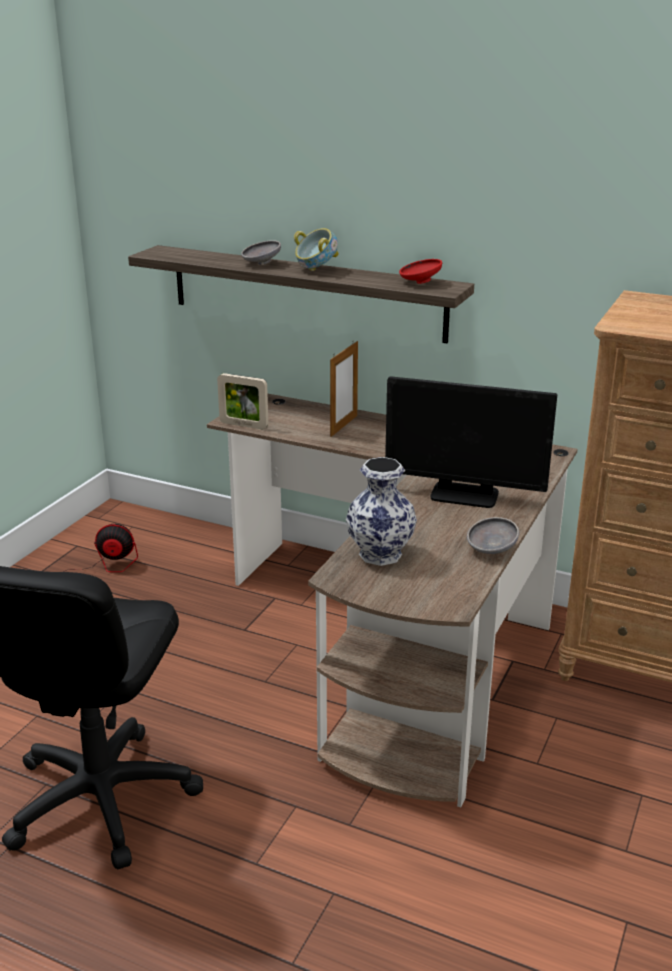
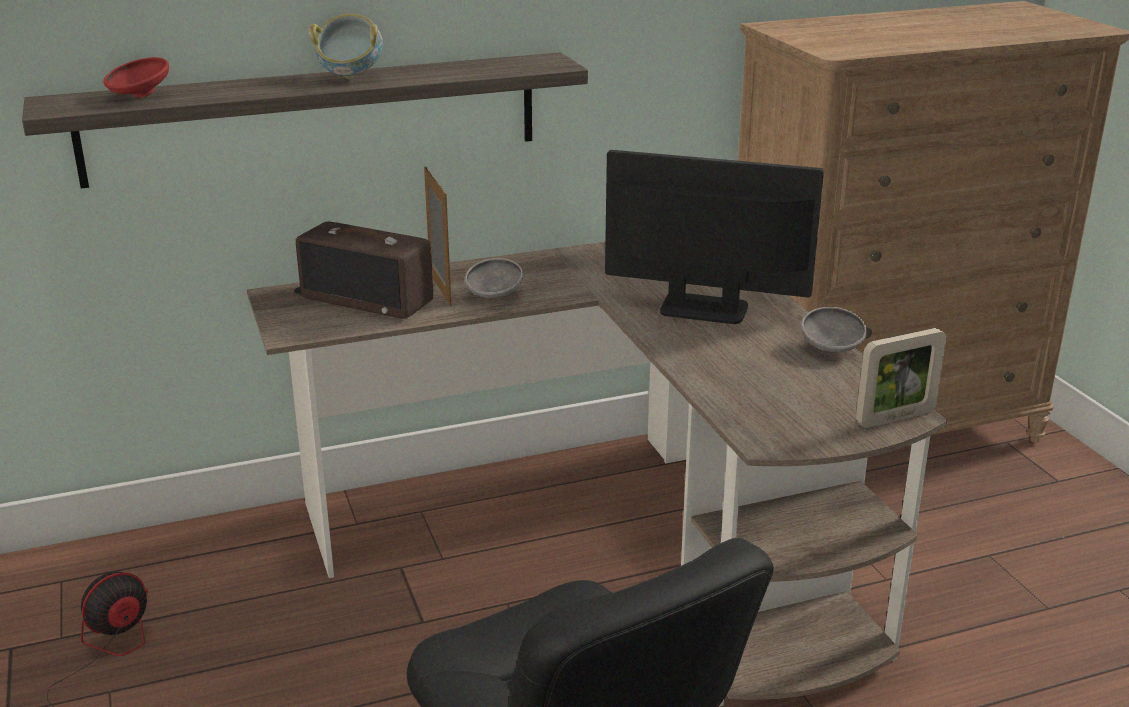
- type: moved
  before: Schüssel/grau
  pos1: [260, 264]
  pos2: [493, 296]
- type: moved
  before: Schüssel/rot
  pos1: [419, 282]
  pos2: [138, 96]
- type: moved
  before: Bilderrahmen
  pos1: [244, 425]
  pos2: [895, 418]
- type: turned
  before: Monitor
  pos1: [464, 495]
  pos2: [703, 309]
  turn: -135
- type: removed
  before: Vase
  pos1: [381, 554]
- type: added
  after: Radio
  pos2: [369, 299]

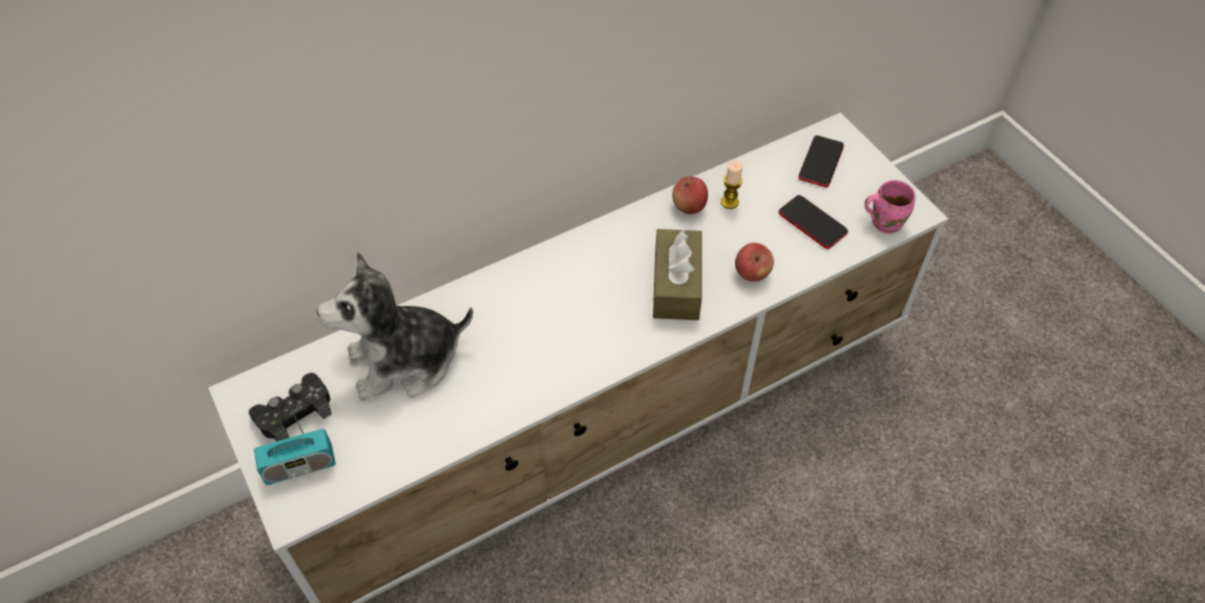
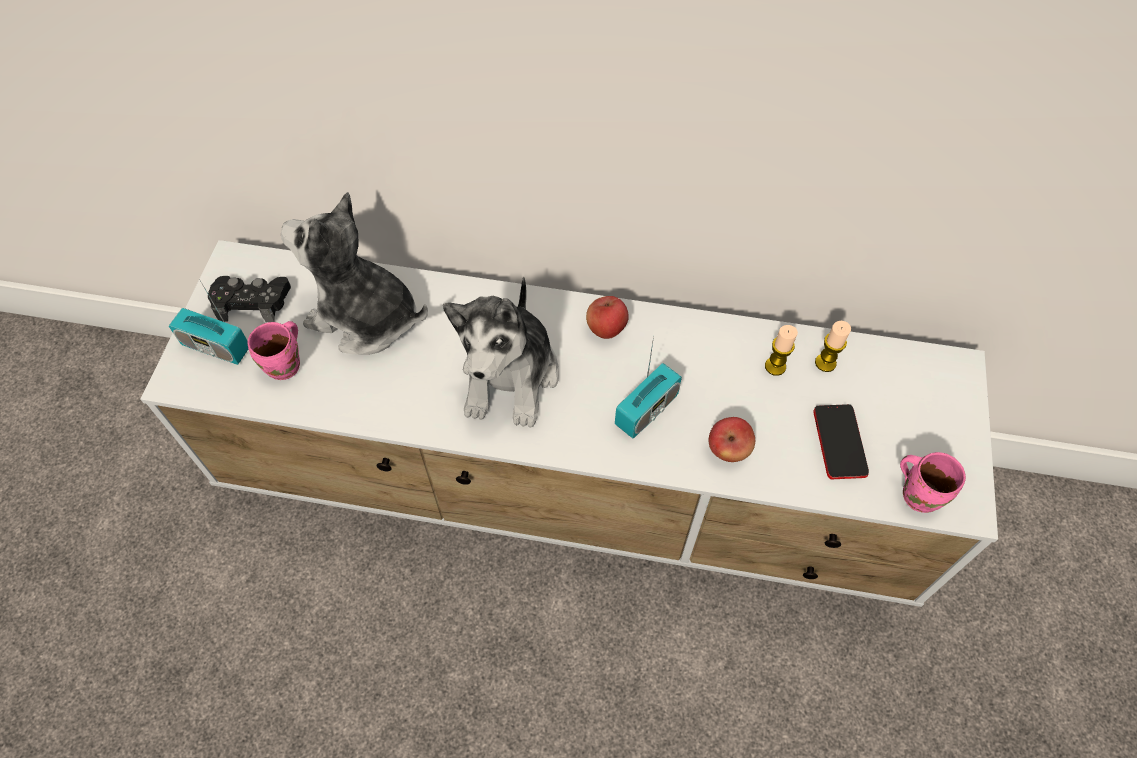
- type: removed
  before: Handy
  pos1: [821, 162]
- type: moved
  before: Apfel
  pos1: [689, 206]
  pos2: [606, 328]
- type: replaced
  before: Taschentuchbox/braun
  after: Radio
  pos1: [676, 285]
  pos2: [646, 410]
- type: added
  after: Plüschtier
  pos2: [511, 376]
- type: added
  after: Henkelbecher/rosa
  pos2: [287, 365]
- type: added
  after: Kerze
  pos2: [825, 363]

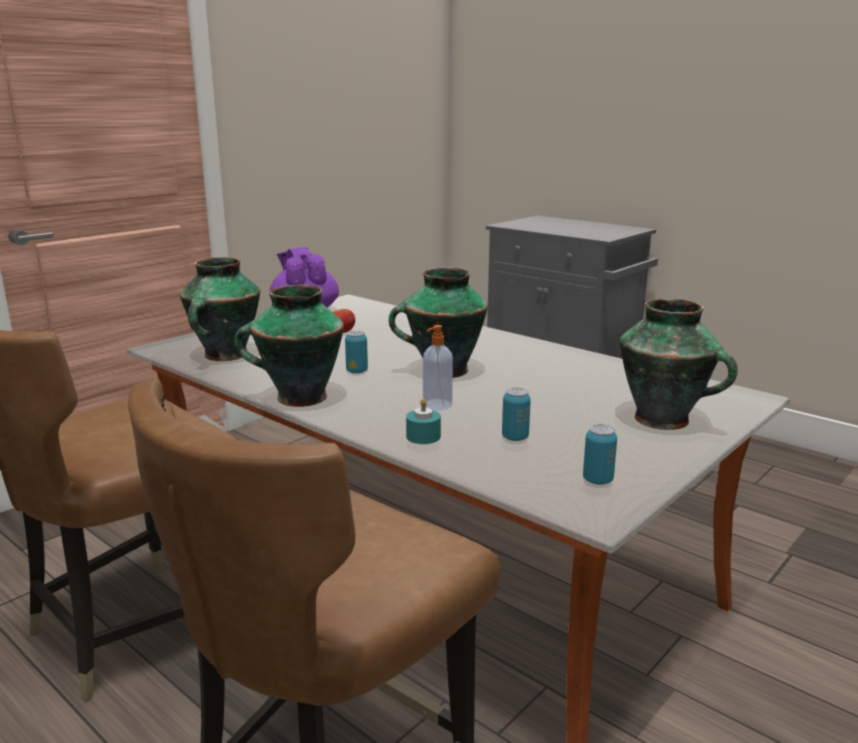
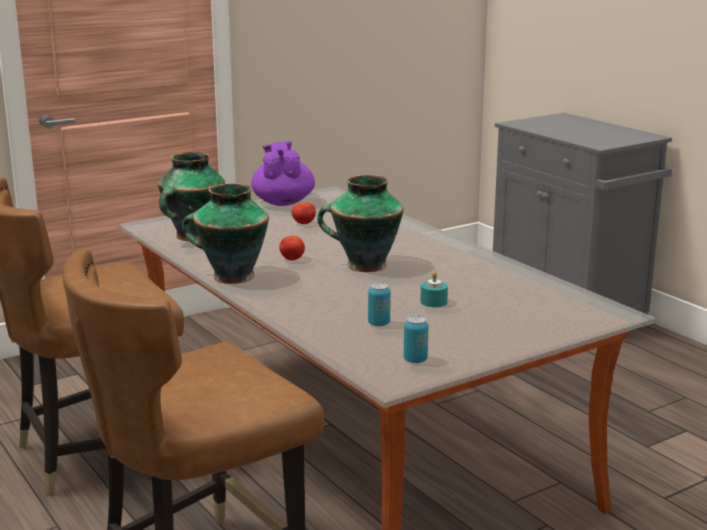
- type: removed
  before: Vase
  pos1: [664, 420]
- type: removed
  before: Seifenspender
  pos1: [436, 405]
- type: replaced
  before: Dose
  after: Tomate
  pos1: [357, 371]
  pos2: [292, 259]
- type: moved
  before: Kerze/türkis
  pos1: [423, 436]
  pos2: [433, 302]

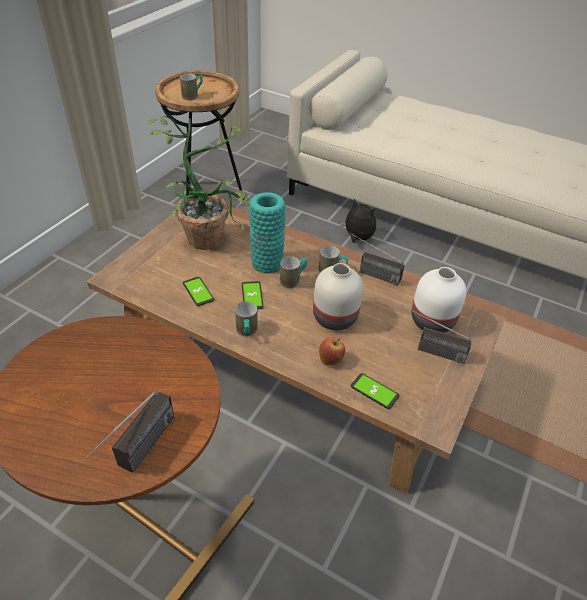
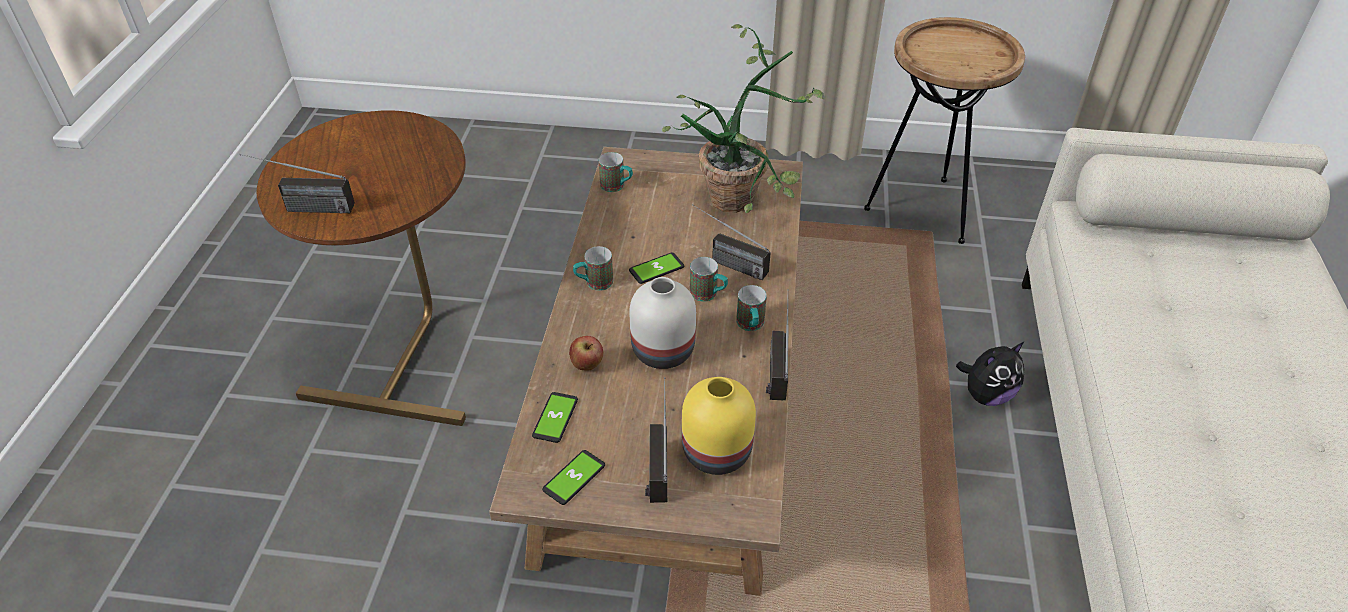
- type: moved
  before: Henkelbecher
  pos1: [193, 96]
  pos2: [617, 186]
- type: replaced
  before: Vase/türkis
  after: Radio
  pos1: [267, 263]
  pos2: [725, 262]
- type: turned
  before: Plüschtier
  pos1: [357, 238]
  pos2: [986, 395]
  turn: 45
- type: recoloured
  before: Vase/weiß
  after: Vase/gelb
  pos1: [432, 322]
  pos2: [714, 453]
- type: moved
  before: Handy
  pos1: [198, 292]
  pos2: [574, 478]

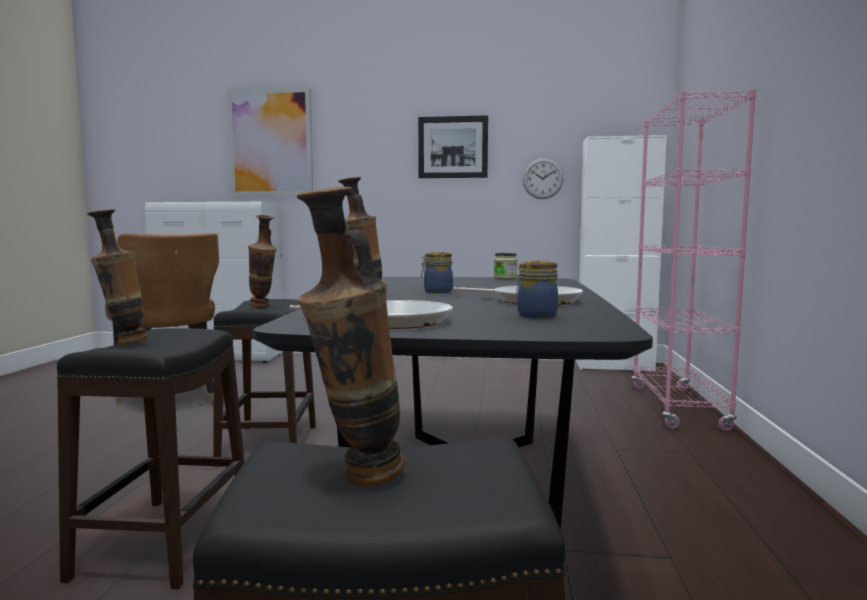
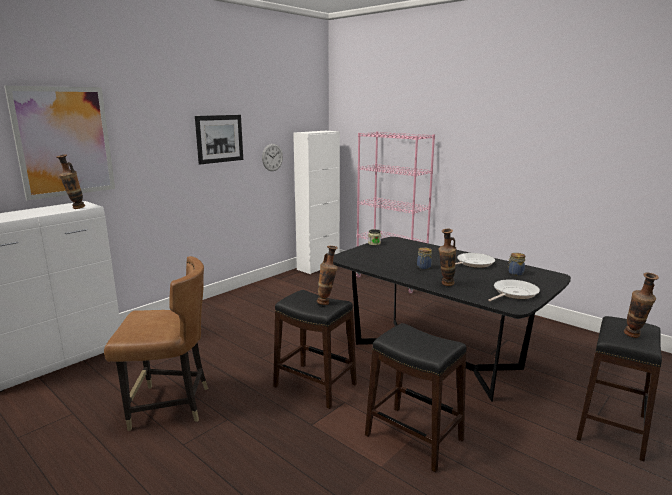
- type: moved
  before: Vase
  pos1: [123, 343]
  pos2: [75, 208]

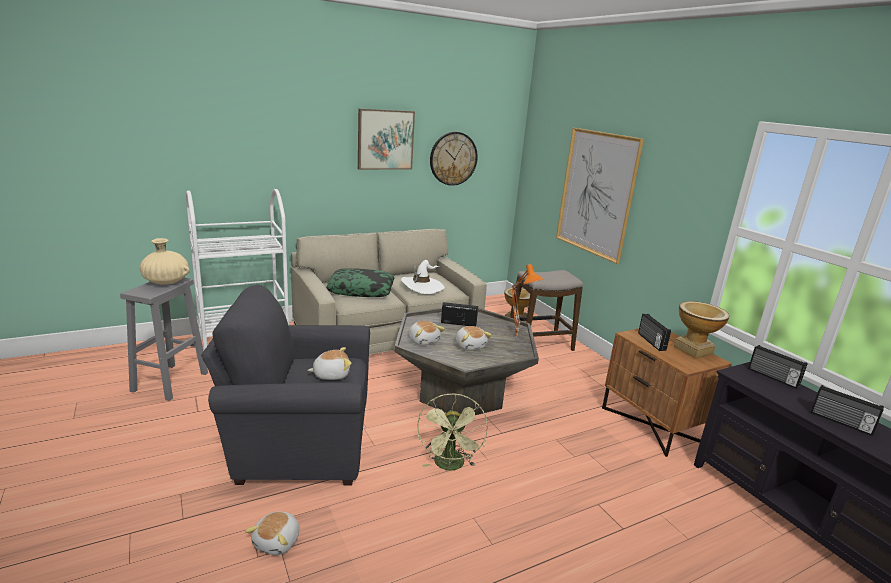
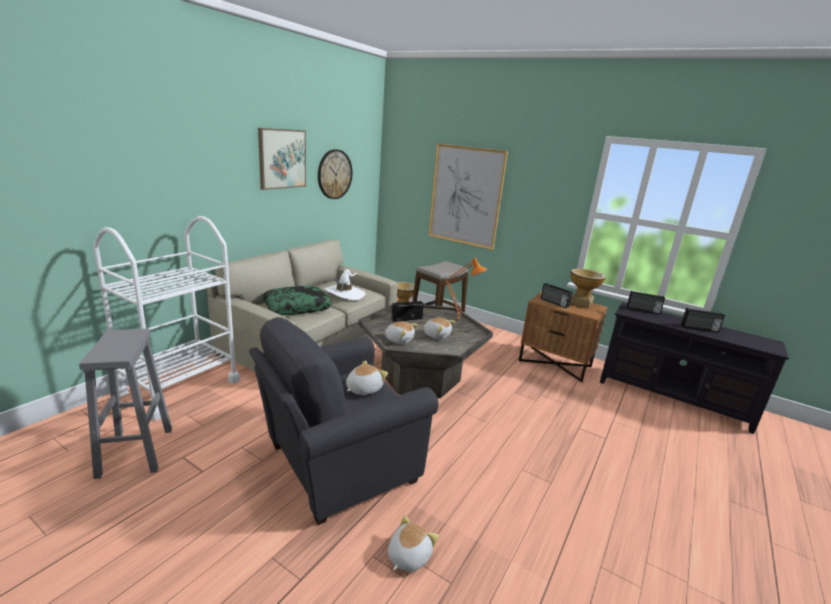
- type: removed
  before: Vase/beige
  pos1: [166, 282]
- type: removed
  before: Ventilator/grün
  pos1: [450, 466]
- type: turned
  before: Plüschtier
  pos1: [277, 541]
  pos2: [408, 556]
  turn: -135

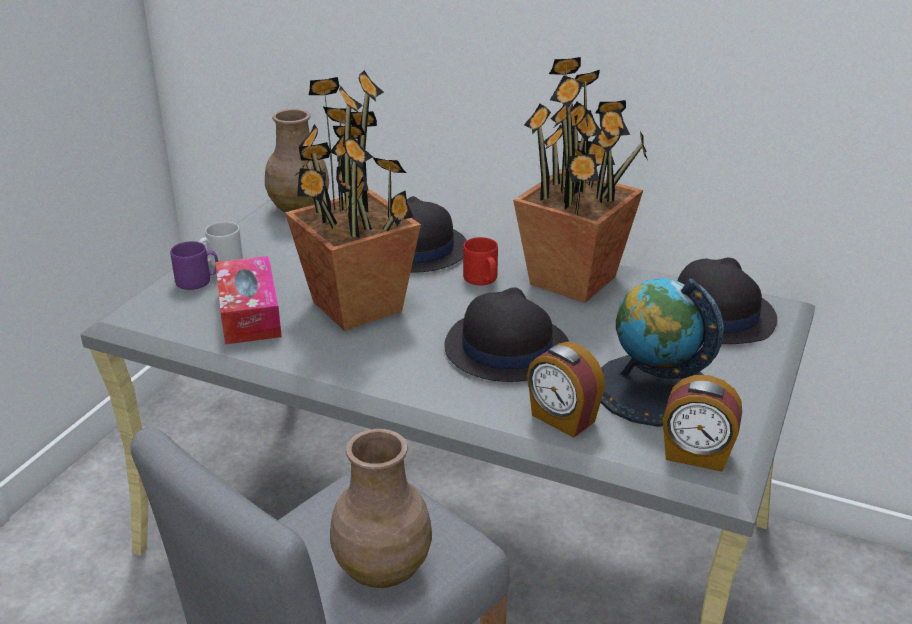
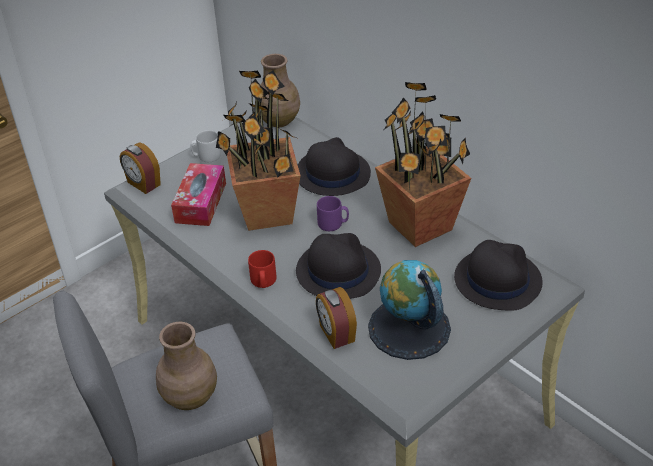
- type: moved
  before: Henkelbecher/rot
  pos1: [482, 280]
  pos2: [263, 282]
- type: moved
  before: Henkelbecher/lila
  pos1: [198, 281]
  pos2: [333, 224]
- type: moved
  before: Wecker
  pos1: [696, 455]
  pos2: [143, 184]

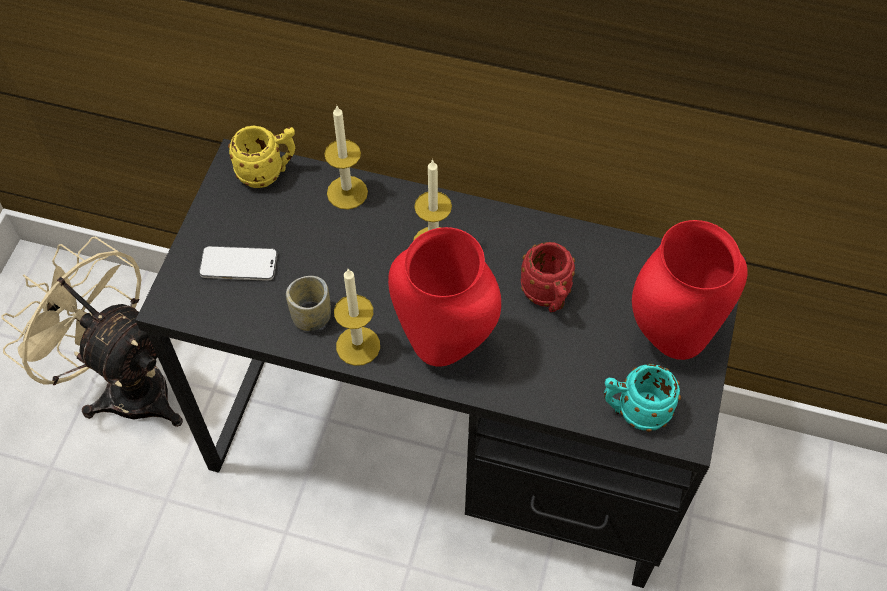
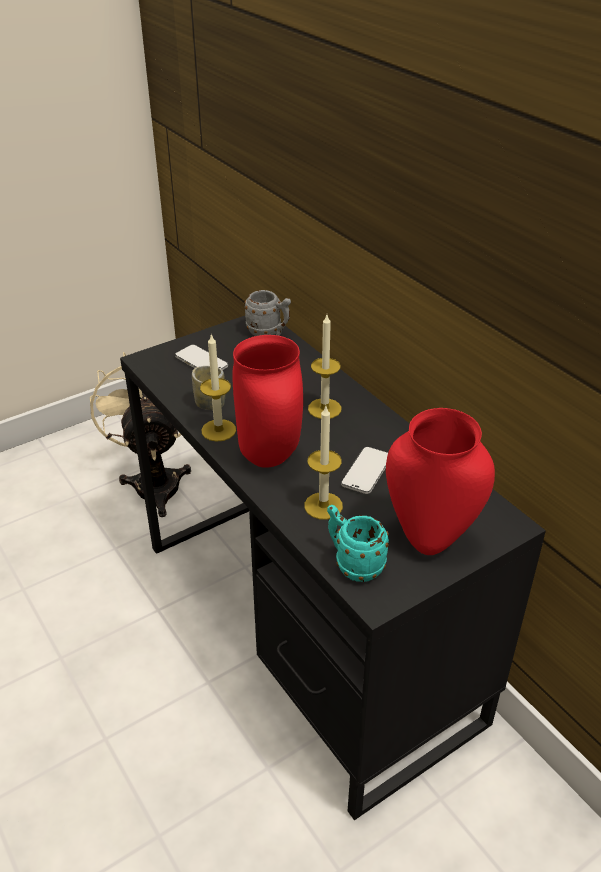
- type: moved
  before: Kerze
  pos1: [347, 192]
  pos2: [323, 506]
- type: recoloured
  before: Henkelbecher/gelb
  after: Henkelbecher/grau
  pos1: [268, 172]
  pos2: [269, 332]
- type: replaced
  before: Henkelbecher/rot
  after: Handy
  pos1: [547, 297]
  pos2: [366, 472]

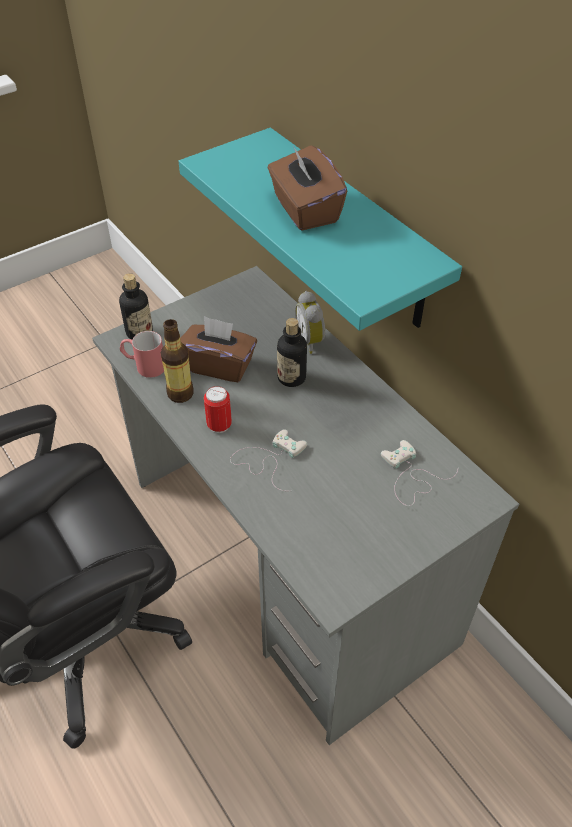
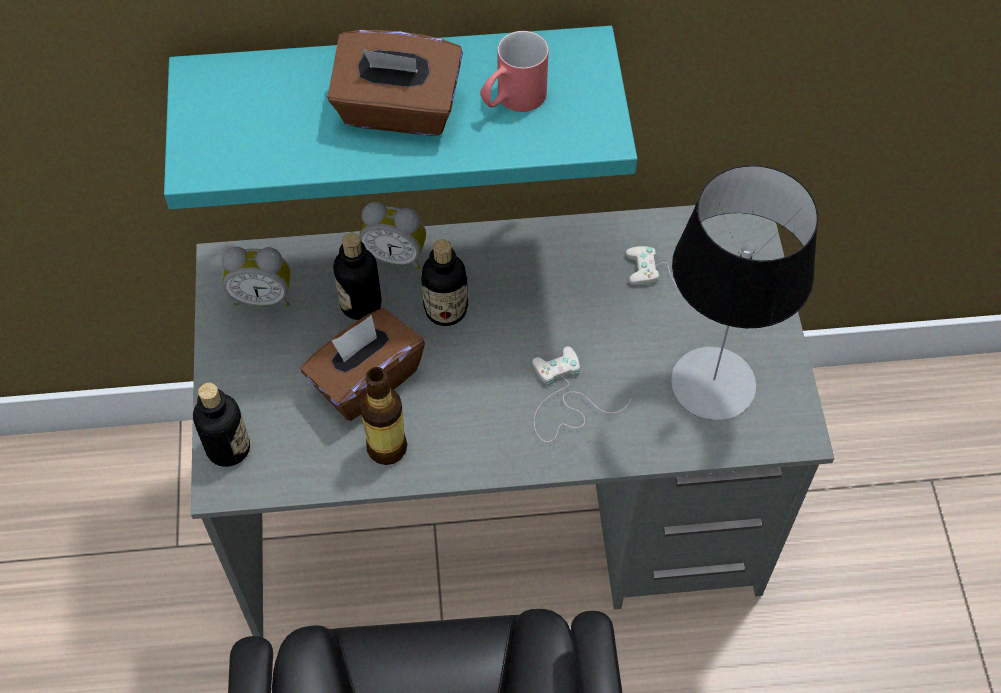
- type: moved
  before: Henkelbecher/rot
  pos1: [144, 366]
  pos2: [512, 101]
- type: removed
  before: Dose
  pos1: [219, 425]
- type: added
  after: Tischlampe
  pos2: [713, 383]
- type: added
  after: Flasche
  pos2: [361, 304]
- type: added
  after: Wecker
  pos2: [263, 296]

